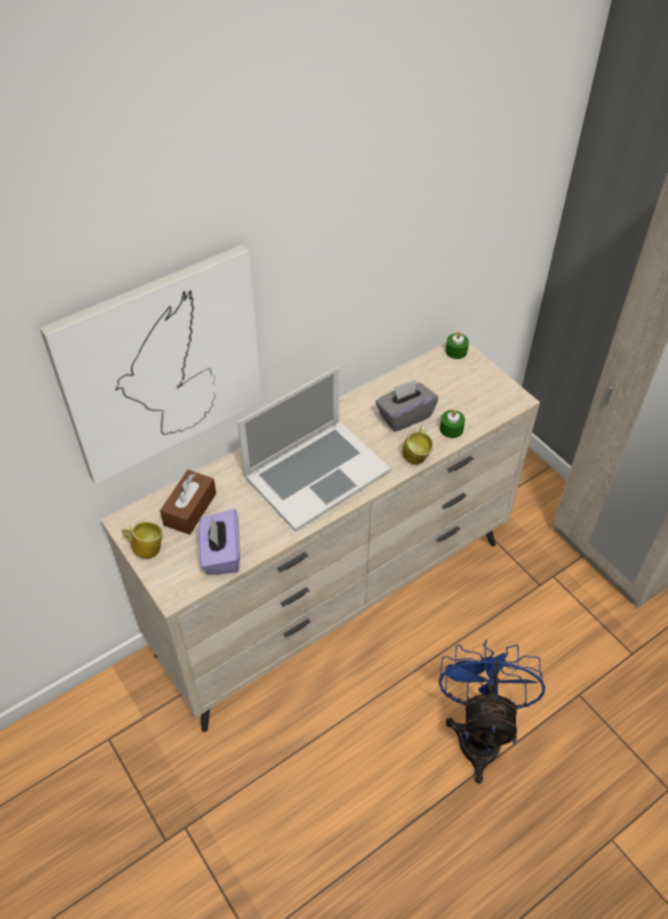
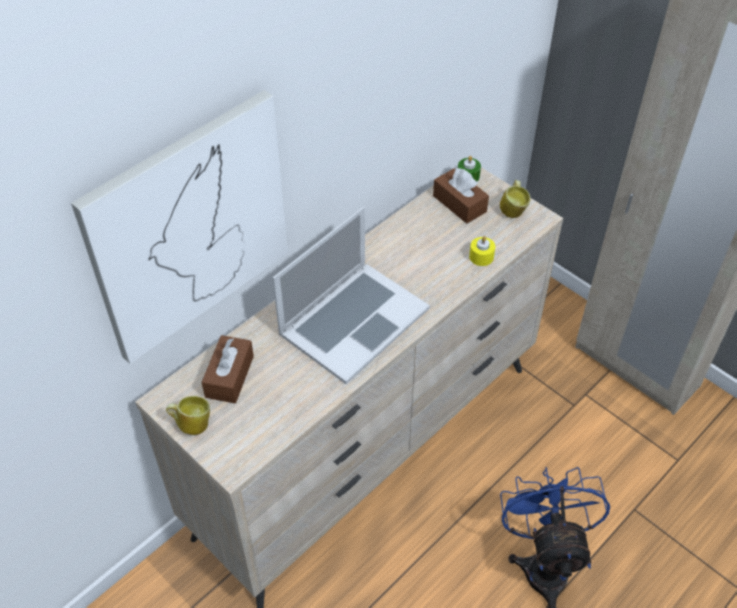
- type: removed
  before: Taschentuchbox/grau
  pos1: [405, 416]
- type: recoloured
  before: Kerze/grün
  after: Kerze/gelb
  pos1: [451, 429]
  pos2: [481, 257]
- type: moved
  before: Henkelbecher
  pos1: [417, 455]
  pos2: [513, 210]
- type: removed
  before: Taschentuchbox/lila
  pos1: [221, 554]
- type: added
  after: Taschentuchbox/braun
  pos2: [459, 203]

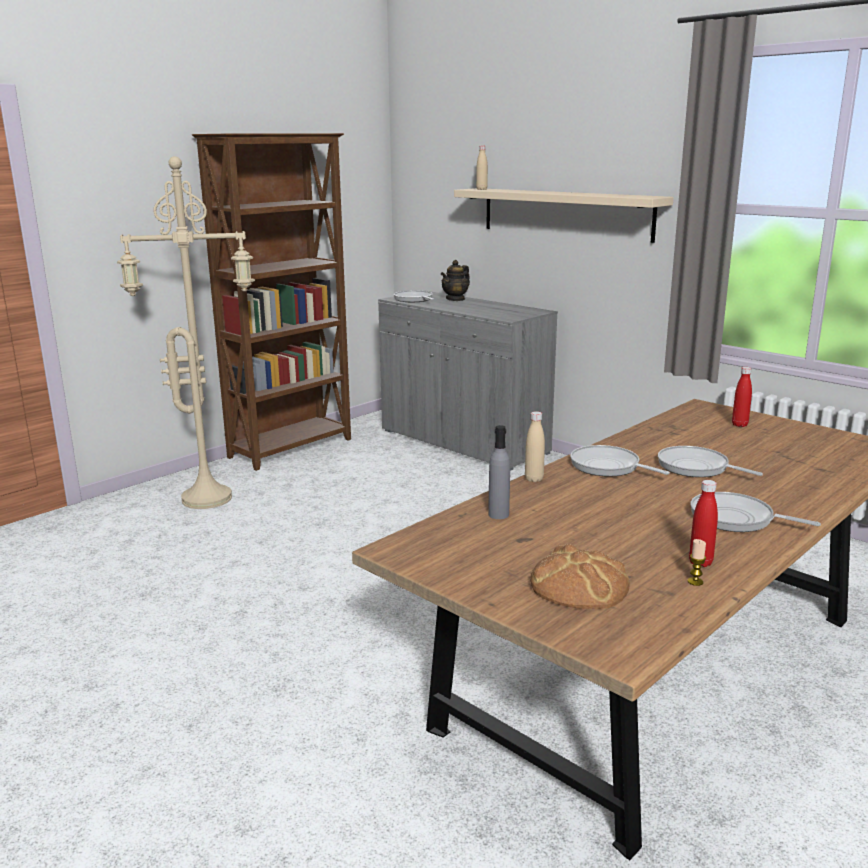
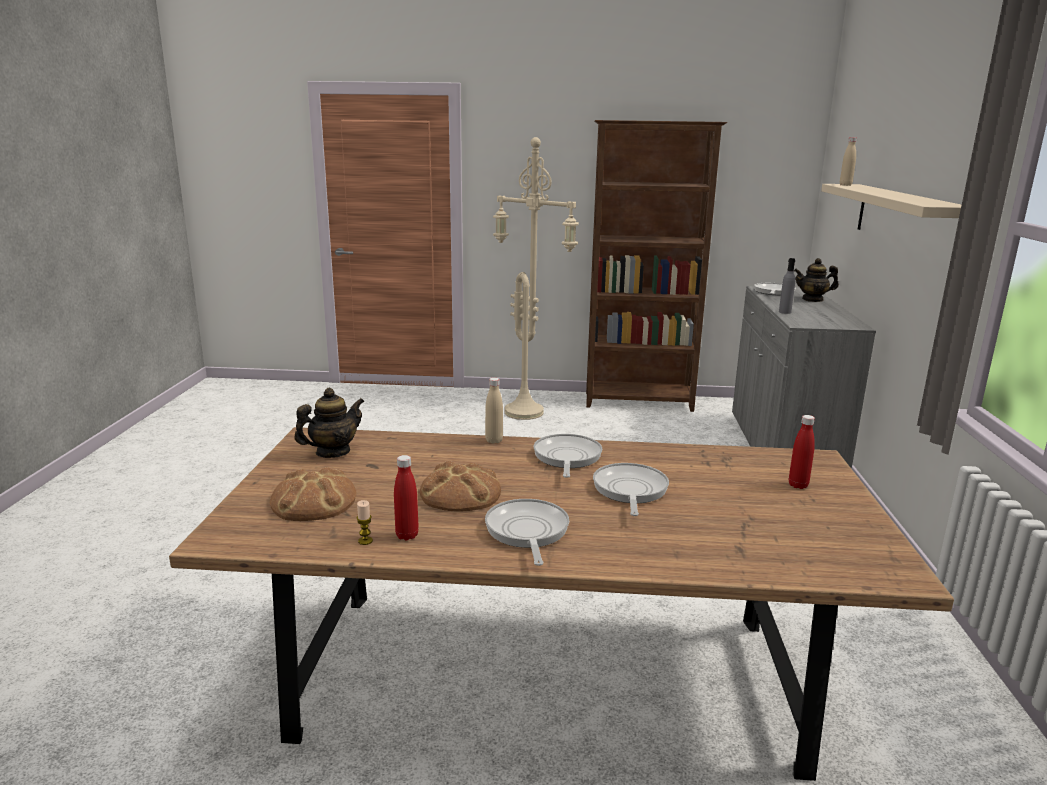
- type: moved
  before: Flasche/grau
  pos1: [498, 514]
  pos2: [784, 312]
- type: added
  after: Teekanne
  pos2: [332, 452]
- type: added
  after: Brot
  pos2: [460, 493]

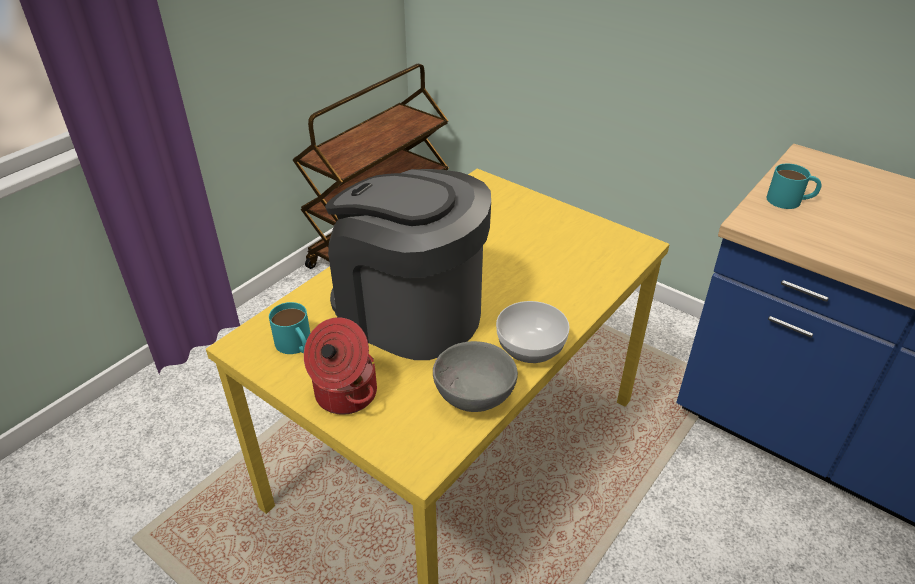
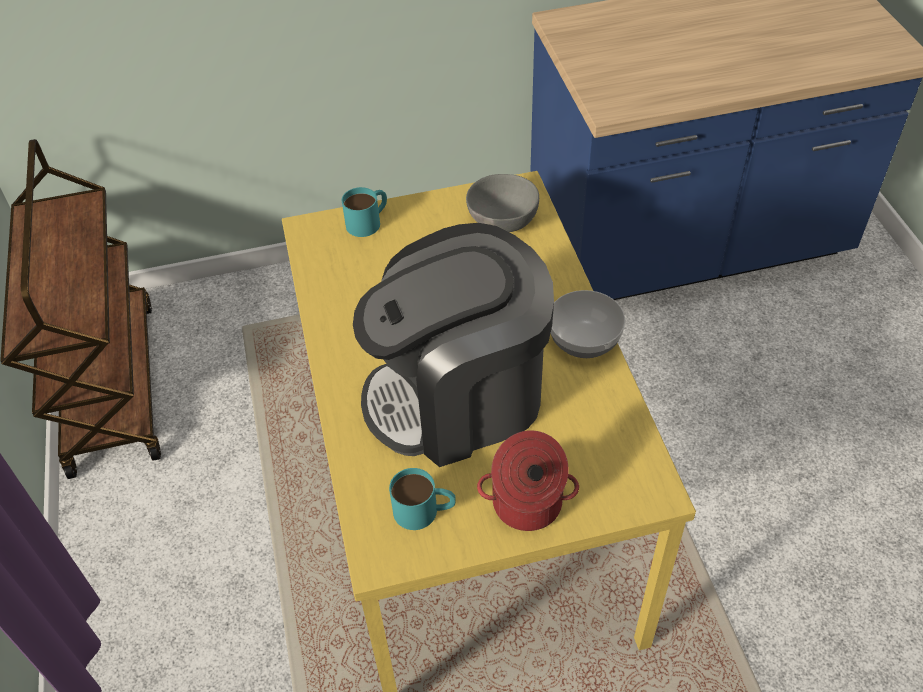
- type: moved
  before: Henkelbecher/türkis
  pos1: [790, 200]
  pos2: [368, 221]
- type: moved
  before: Schüssel/grau
  pos1: [472, 395]
  pos2: [500, 222]

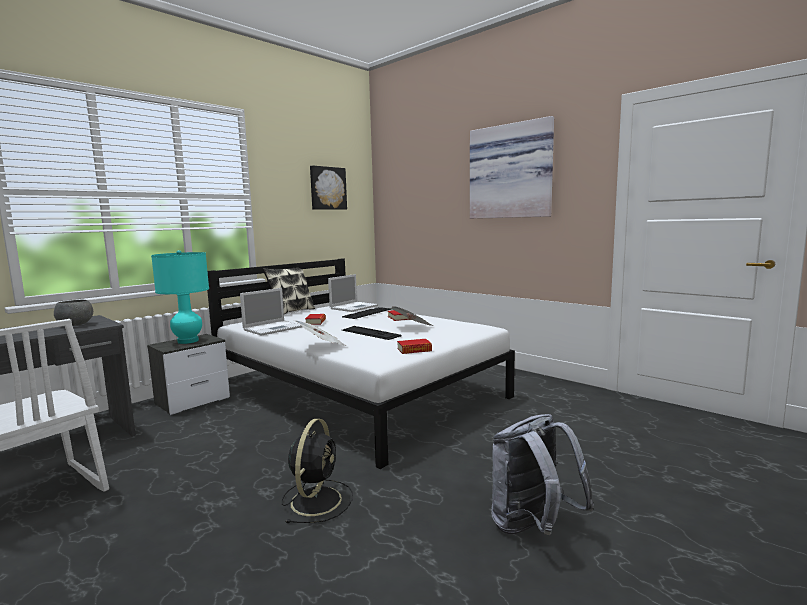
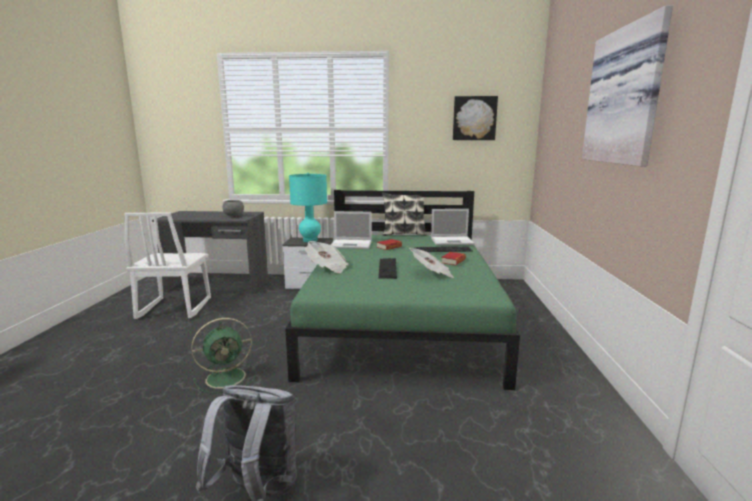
- type: recoloured
  before: Bett/weiß
  after: Bett/grün
  pos1: [358, 392]
  pos2: [401, 320]
- type: removed
  before: Buch
  pos1: [414, 350]
- type: recoloured
  before: Ventilator/schwarz
  after: Ventilator/grün
  pos1: [317, 499]
  pos2: [227, 377]

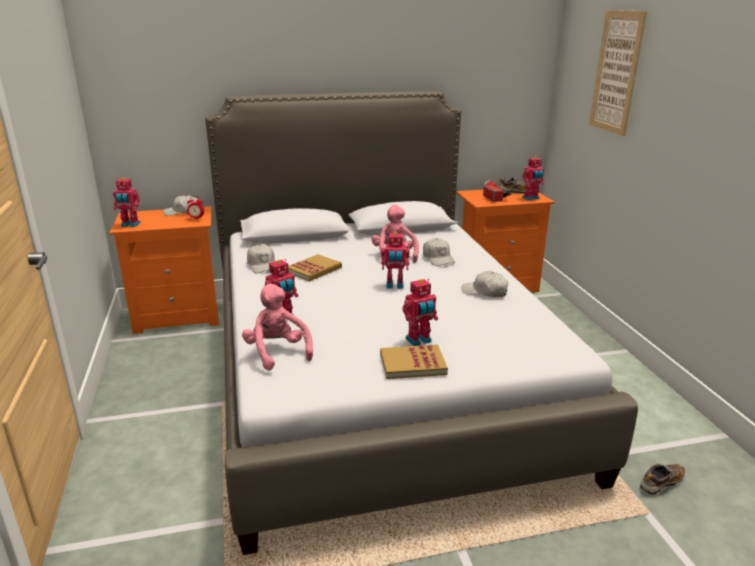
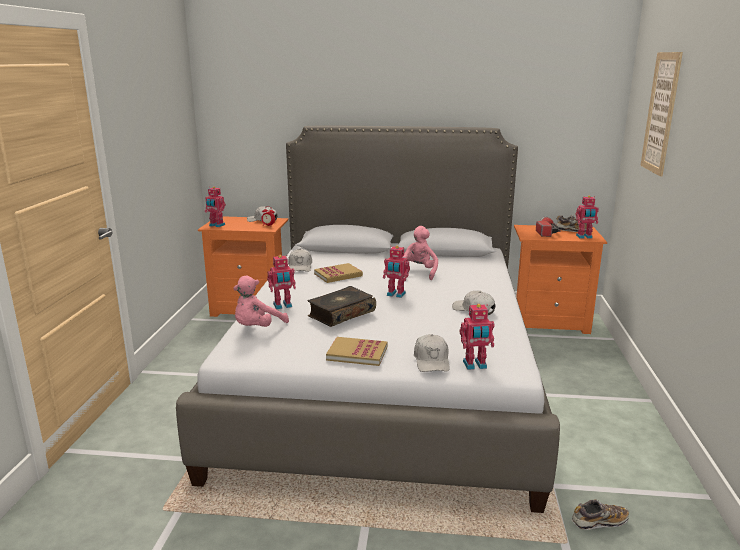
- type: moved
  before: Kappe/weiß
  pos1: [438, 258]
  pos2: [431, 361]
- type: moved
  before: Spielzeugroboter
  pos1: [419, 341]
  pos2: [475, 365]
- type: turned
  before: Plüschtier/rosa
  pos1: [277, 352]
  pos2: [257, 328]
  turn: -135
- type: added
  after: Buch
  pos2: [341, 314]

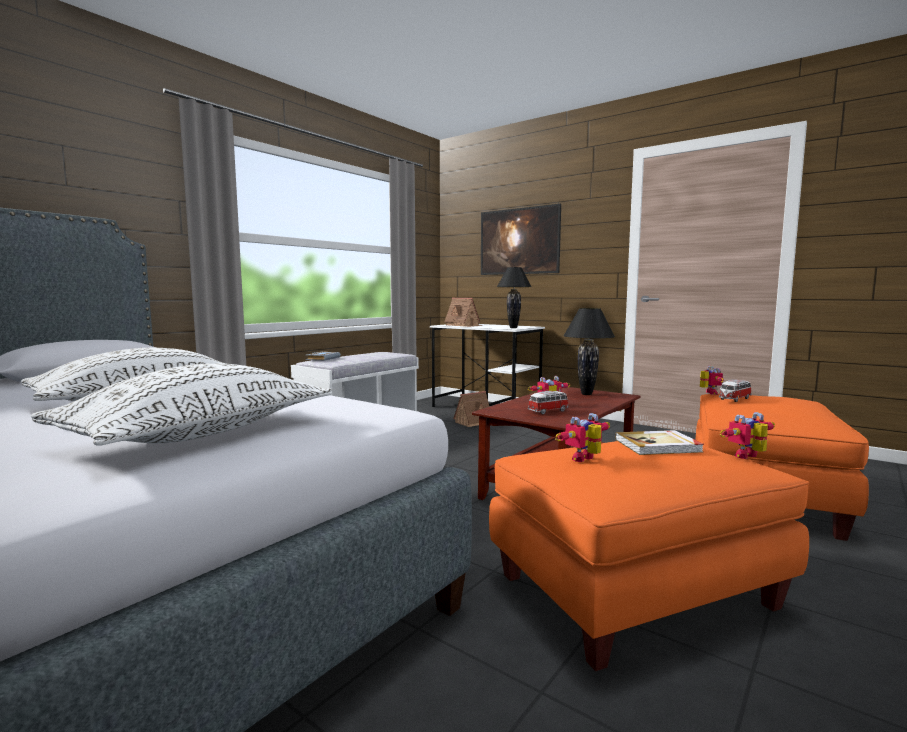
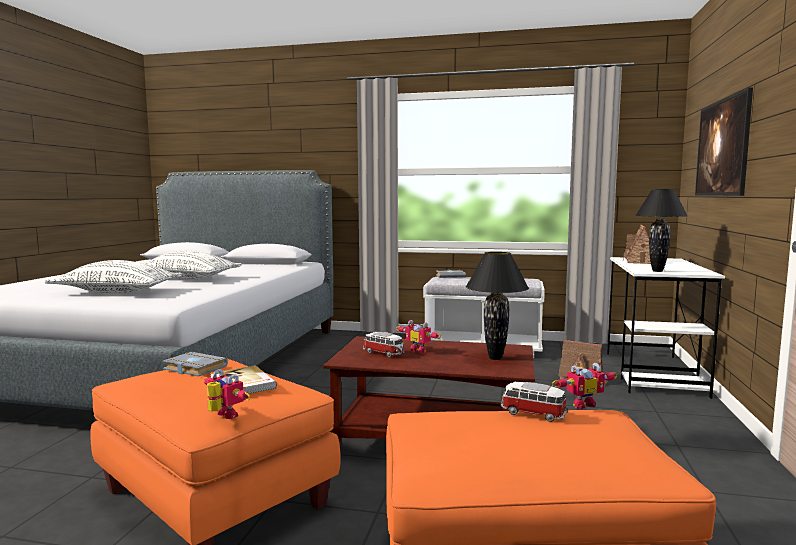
- type: replaced
  before: Spielzeugroboter
  after: Buch/grau
  pos1: [586, 460]
  pos2: [193, 368]

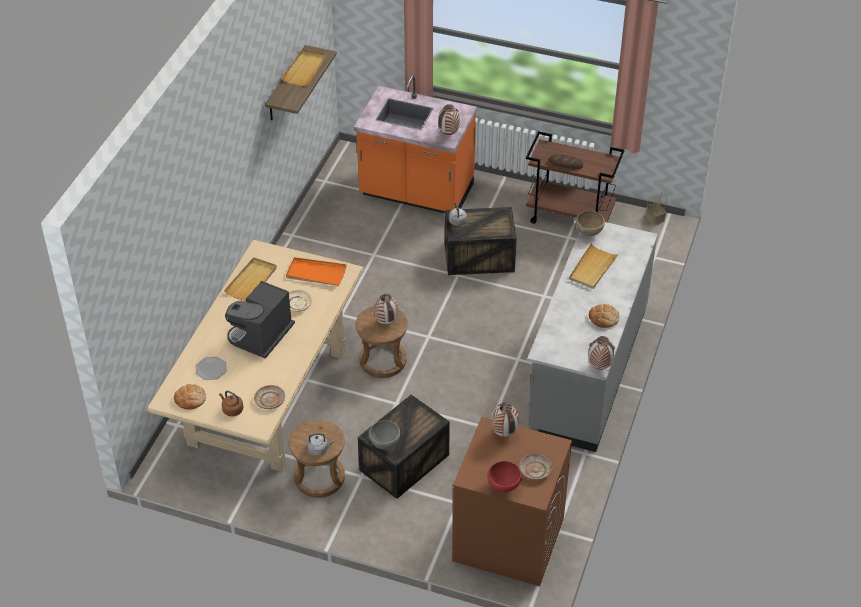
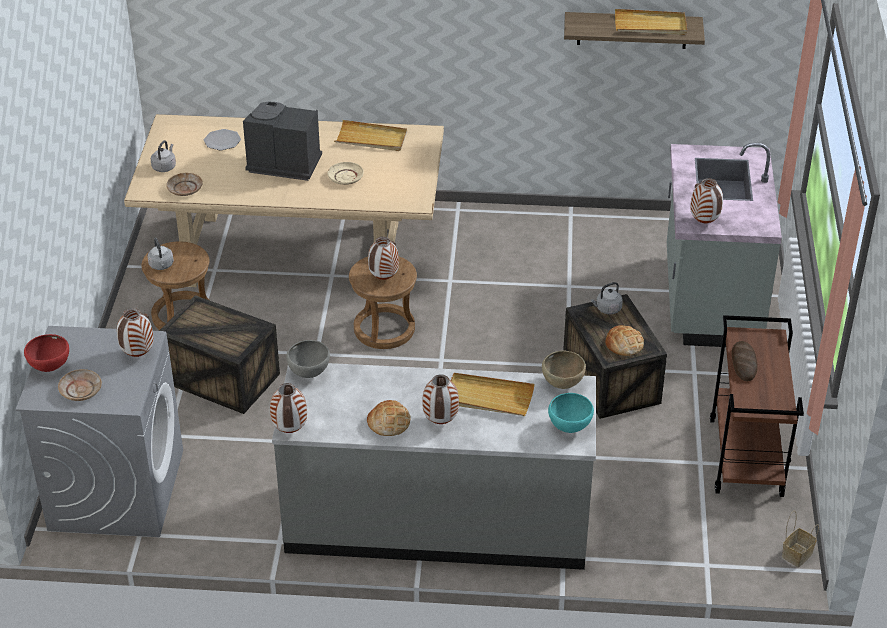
- type: recoloured
  before: Küchenzeile/orange
  after: Küchenzeile/grau
  pos1: [416, 192]
  pos2: [709, 300]
- type: removed
  before: Tablett/orange
  pos1: [316, 273]
- type: moved
  before: Brot
  pos1: [190, 399]
  pos2: [624, 344]
- type: recoloured
  before: Wasserkessel/braun
  after: Wasserkessel/grau
  pos1: [232, 409]
  pos2: [164, 167]
- type: recoloured
  before: Waschmaschine/braun
  after: Waschmaschine/grau
  pos1: [507, 540]
  pos2: [116, 489]
- type: moved
  before: Schüssel/grau
  pos1: [384, 444]
  pos2: [309, 373]
- type: added
  after: Vase
  pos2: [441, 422]
- type: added
  after: Schüssel/türkis
  pos2: [570, 427]

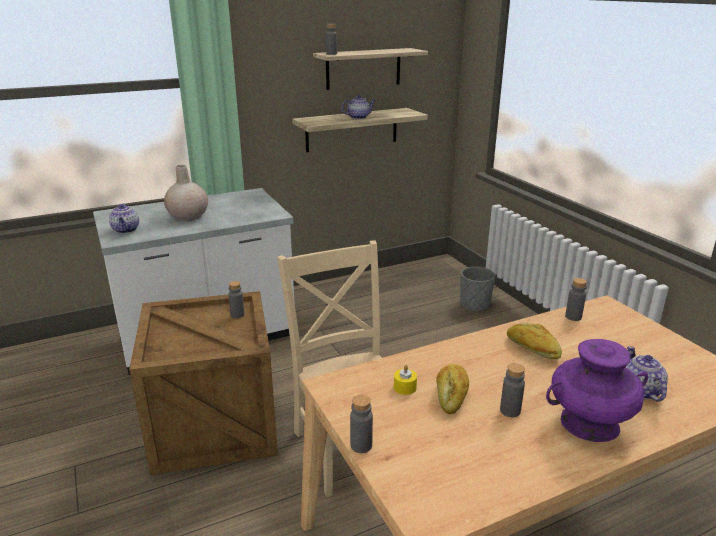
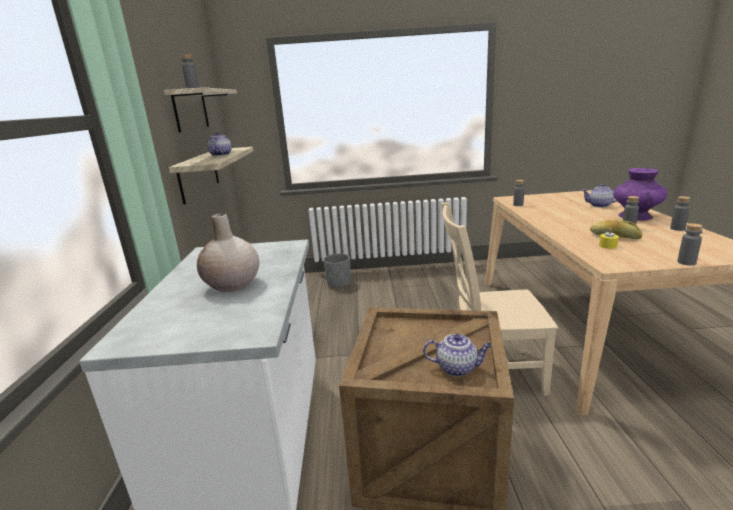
- type: moved
  before: Teekanne
  pos1: [126, 230]
  pos2: [457, 368]
- type: moved
  before: Flasche/grau
  pos1: [237, 315]
  pos2: [677, 229]
- type: removed
  before: Brot
  pos1: [532, 349]

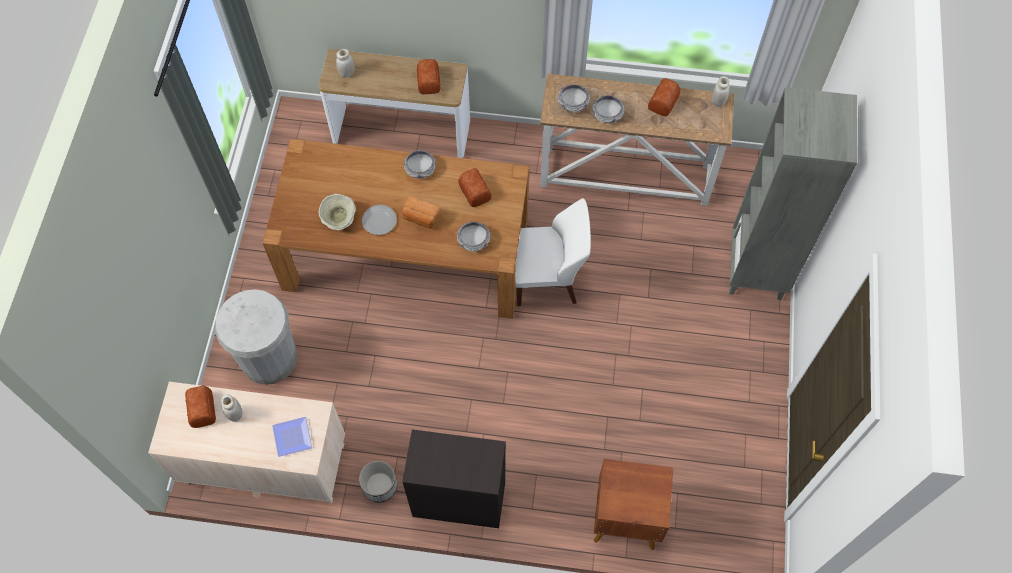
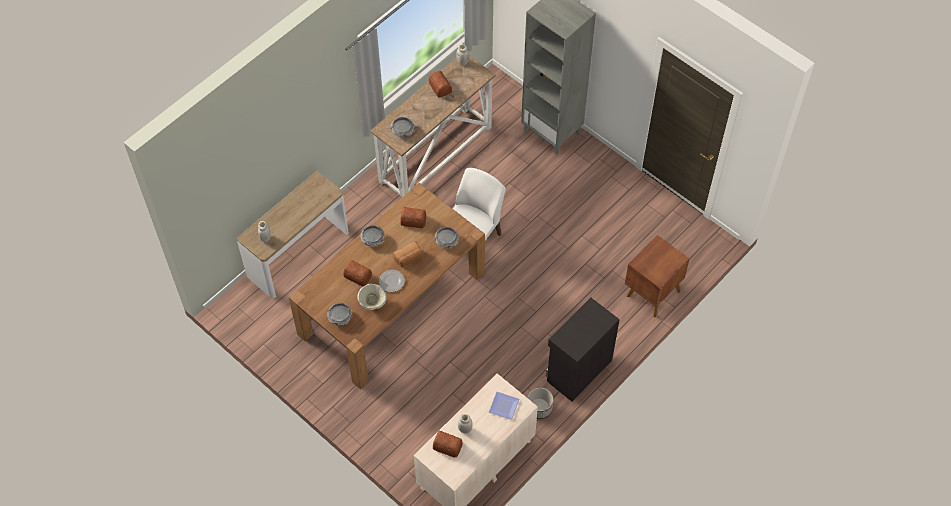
- type: moved
  before: Brot
  pos1: [429, 80]
  pos2: [357, 275]
- type: moved
  before: Schüssel
  pos1: [607, 114]
  pos2: [340, 317]
- type: removed
  before: Mülleimer/weiß
  pos1: [269, 358]

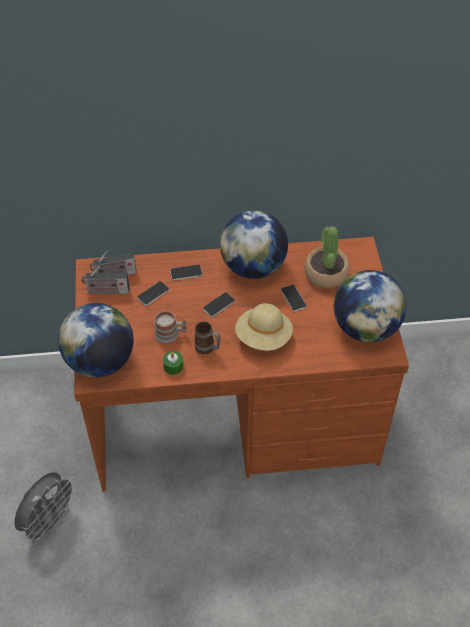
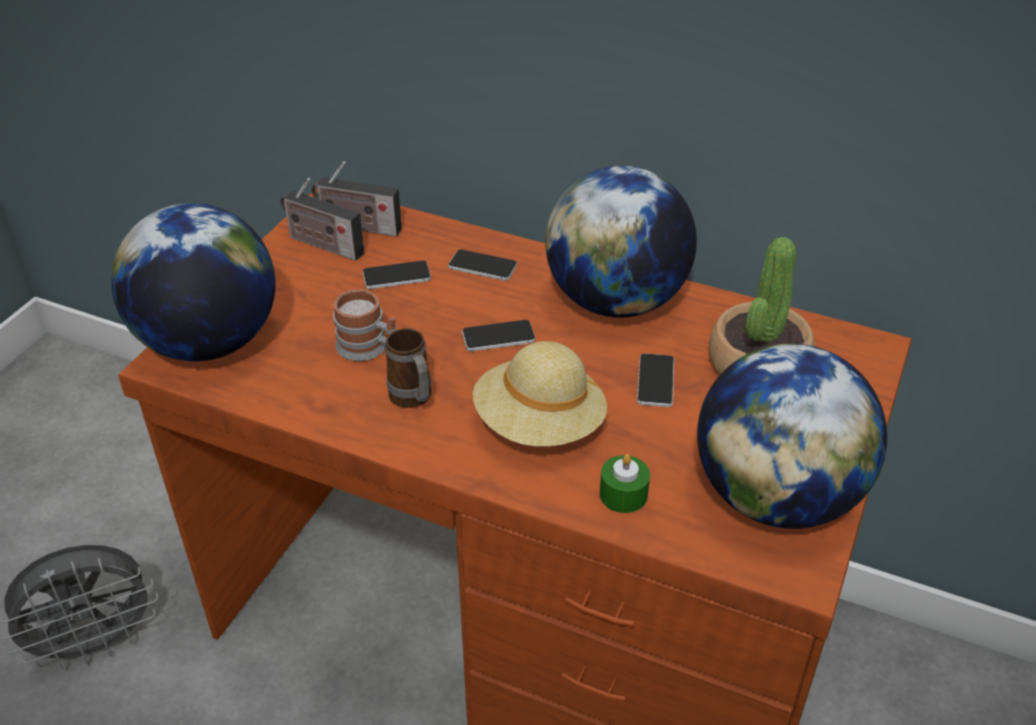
- type: moved
  before: Kerze/grün
  pos1: [173, 366]
  pos2: [623, 494]

